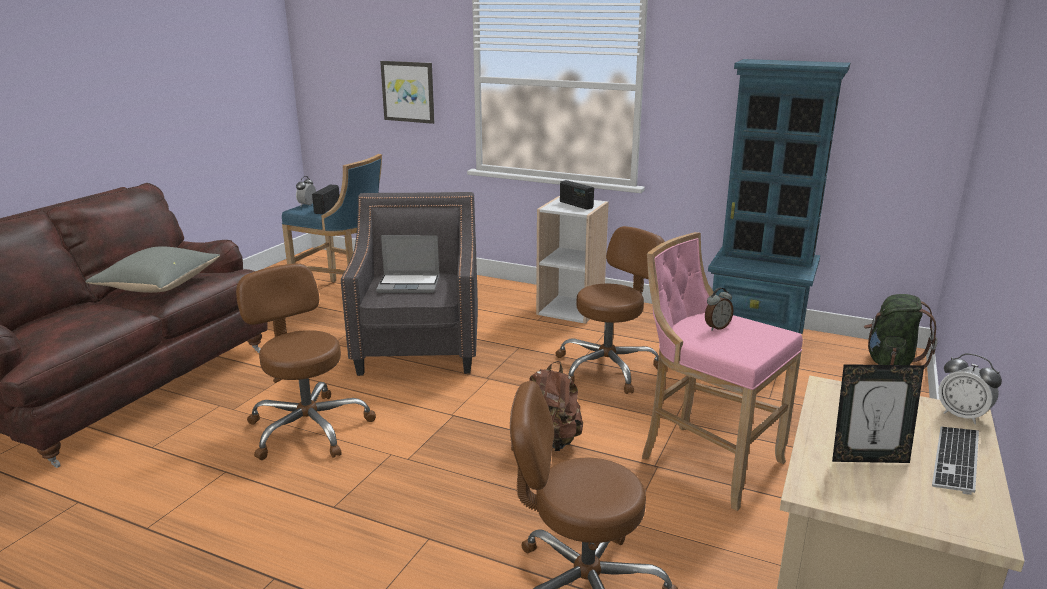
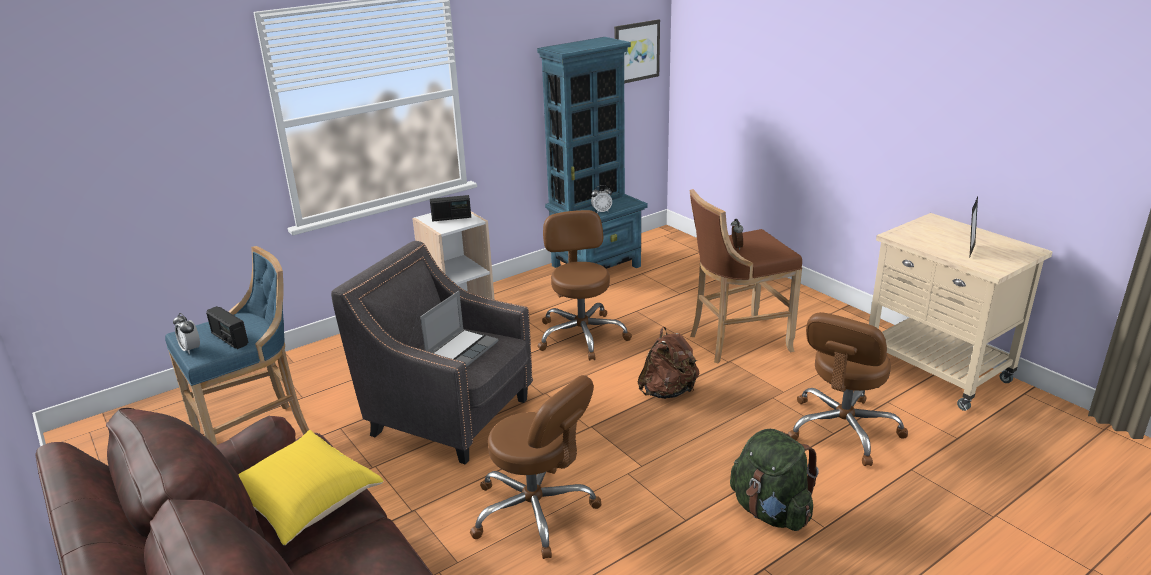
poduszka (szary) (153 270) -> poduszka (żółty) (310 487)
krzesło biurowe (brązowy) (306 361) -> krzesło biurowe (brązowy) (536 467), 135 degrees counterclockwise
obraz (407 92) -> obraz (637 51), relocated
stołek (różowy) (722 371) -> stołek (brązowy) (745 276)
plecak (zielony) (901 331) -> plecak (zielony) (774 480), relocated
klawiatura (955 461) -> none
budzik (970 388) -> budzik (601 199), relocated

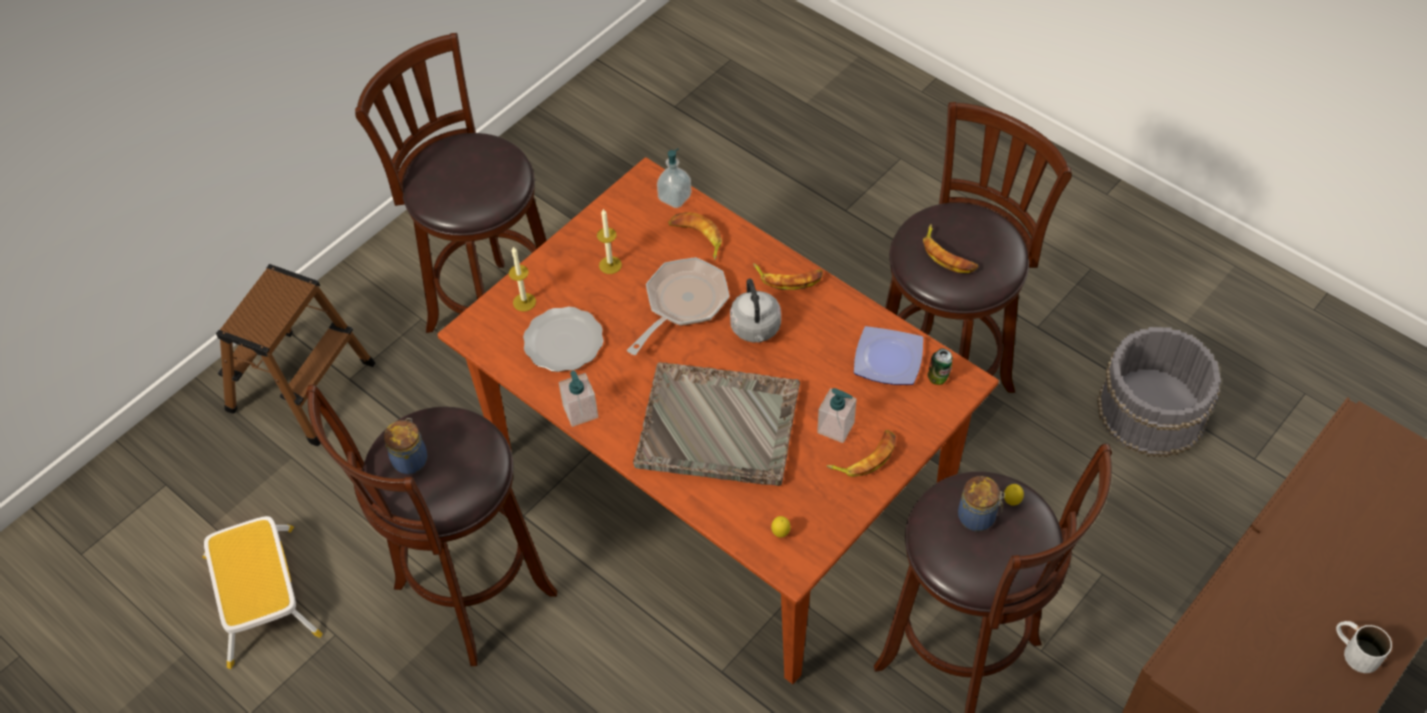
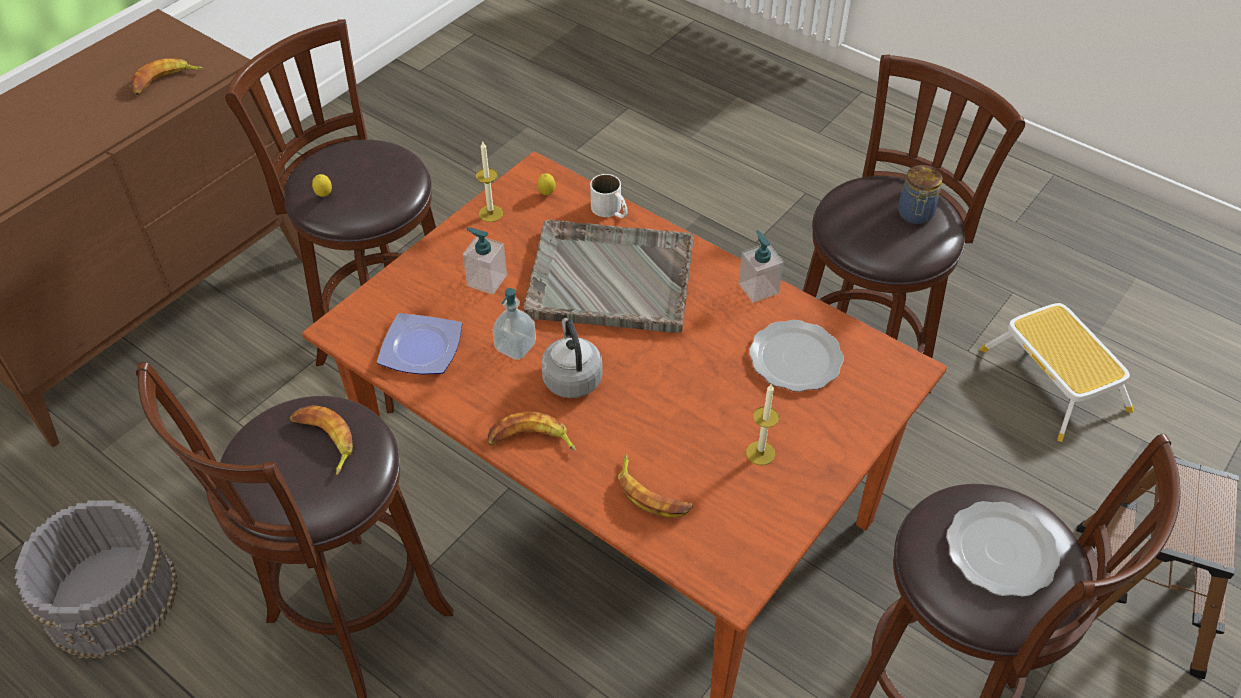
świeca (522 279) -> świeca (489 182), relocated
patelnia (678 306) -> none
dozownik mydła (674 178) -> dozownik mydła (514 324), relocated
banan (861 453) -> banan (167 76), relocated
puszka (939 366) -> none
słoik (981 504) -> none
kubek (biały) (1364 647) -> kubek (biały) (609 196), relocated
none -> talerz (1003 549)

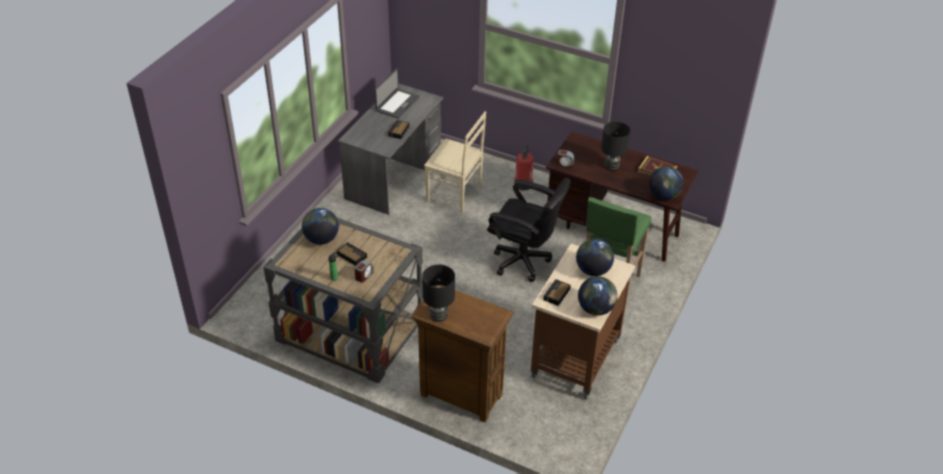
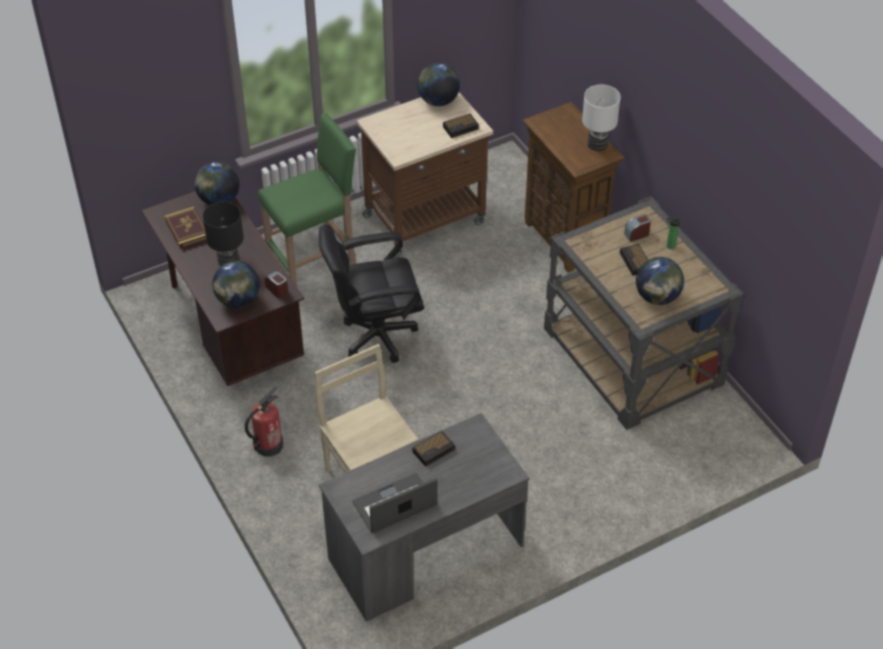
lampa stołowa (czarny) (438 293) -> lampa stołowa (biały) (601 118)
krzesło biurowe (czarny) (529 230) -> krzesło biurowe (czarny) (371 293), 75 degrees counterclockwise
globus (595 257) -> globus (236 284), relocated

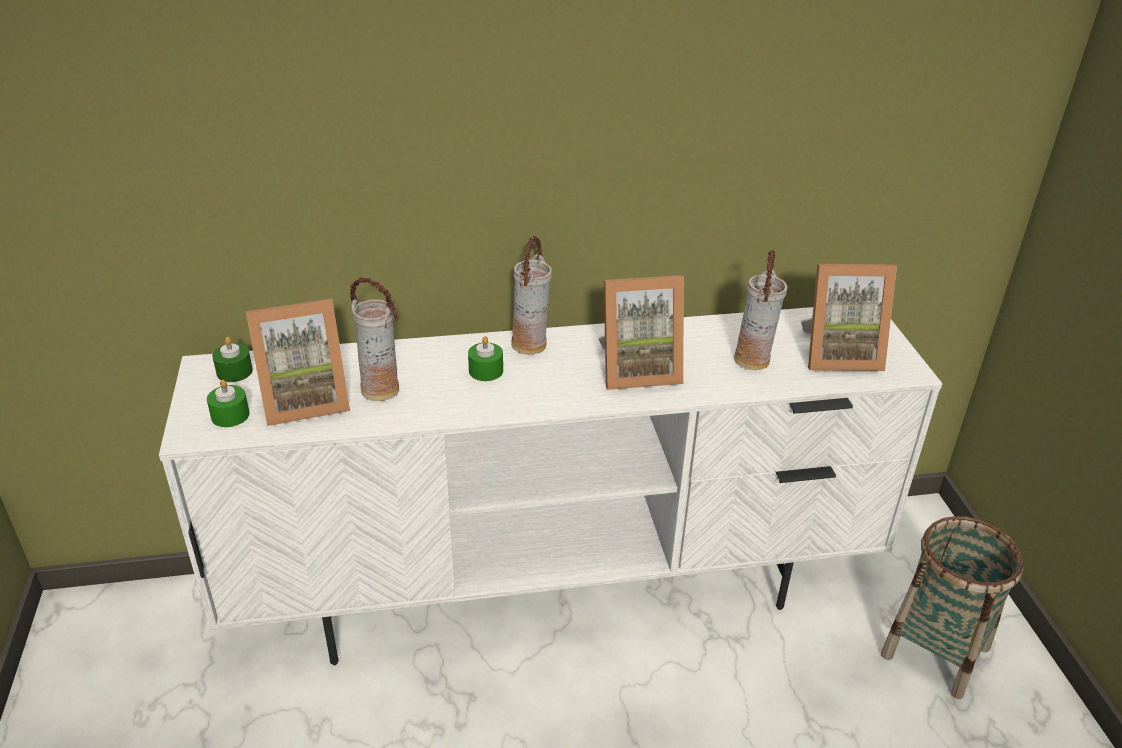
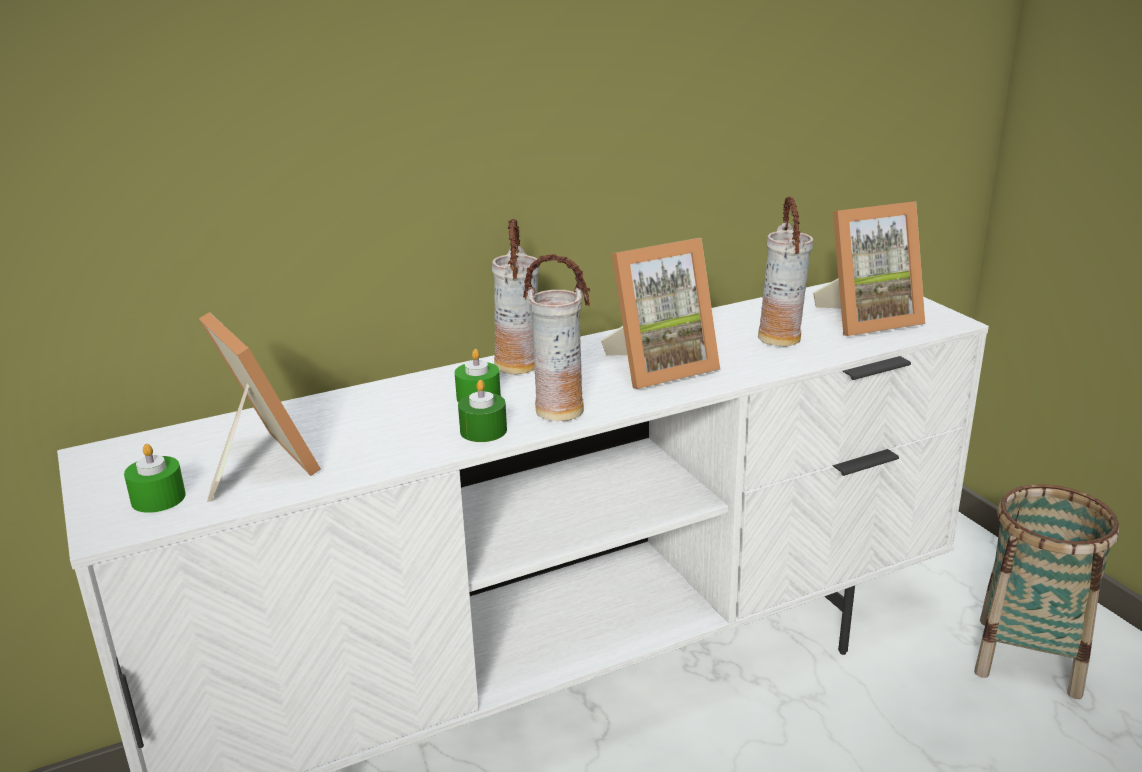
świeca (zielony) (232 359) -> świeca (zielony) (482 411), relocated
ramka na zdjęcie (298 362) -> ramka na zdjęcie (260 407), 90 degrees counterclockwise
wazon (374 339) -> wazon (556 337), relocated

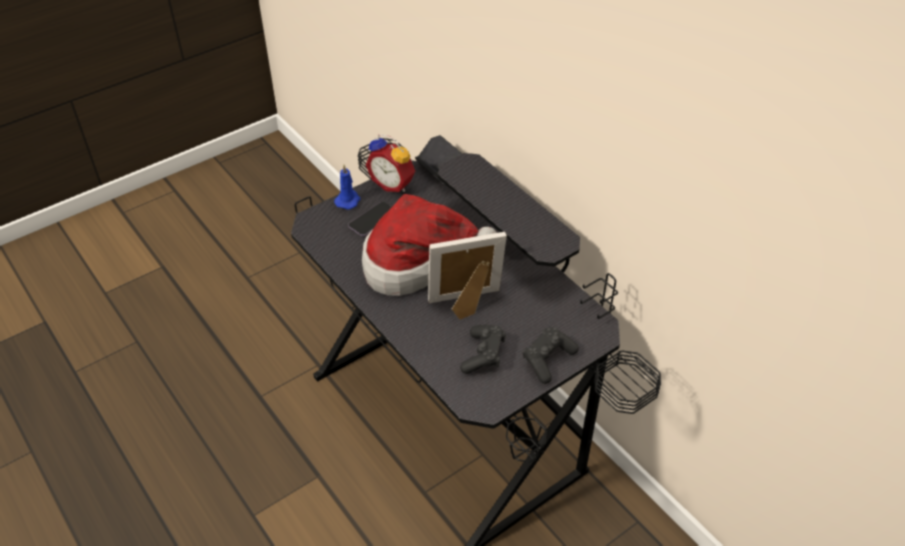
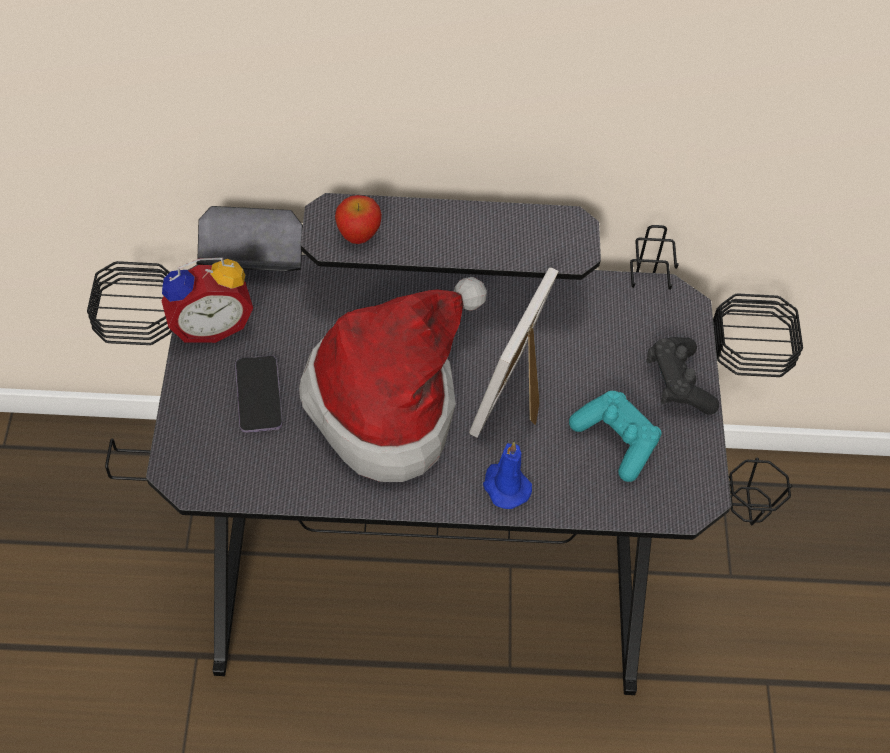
świeca (niebieski) (347 187) -> świeca (niebieski) (507 475), relocated
pad do gier (czarny) (483 349) -> pad do gier (turkusowy) (615 436)
none -> jabłko (358 219)

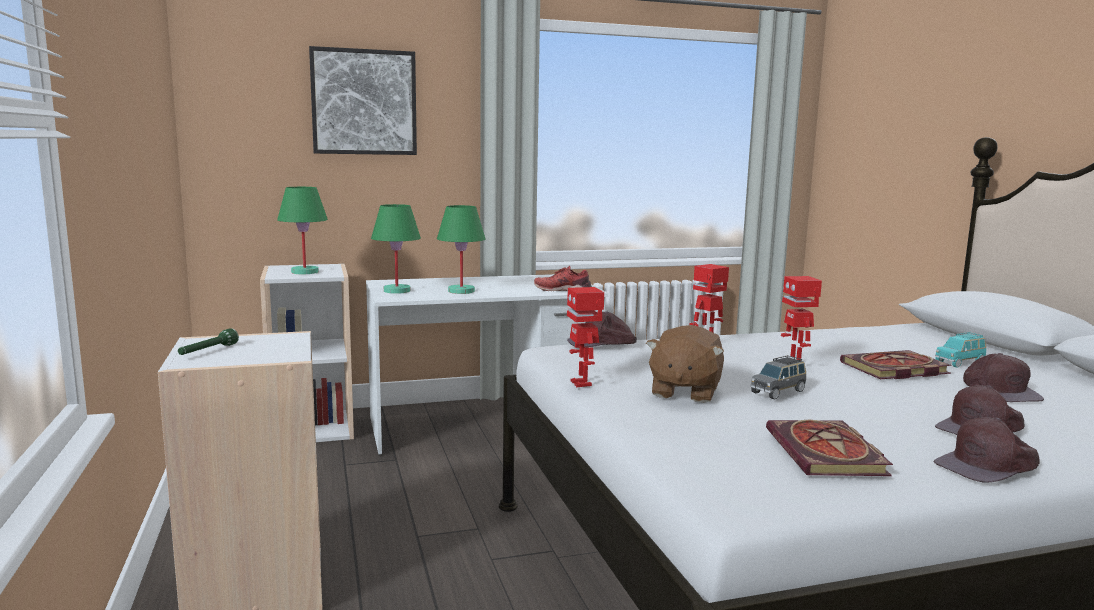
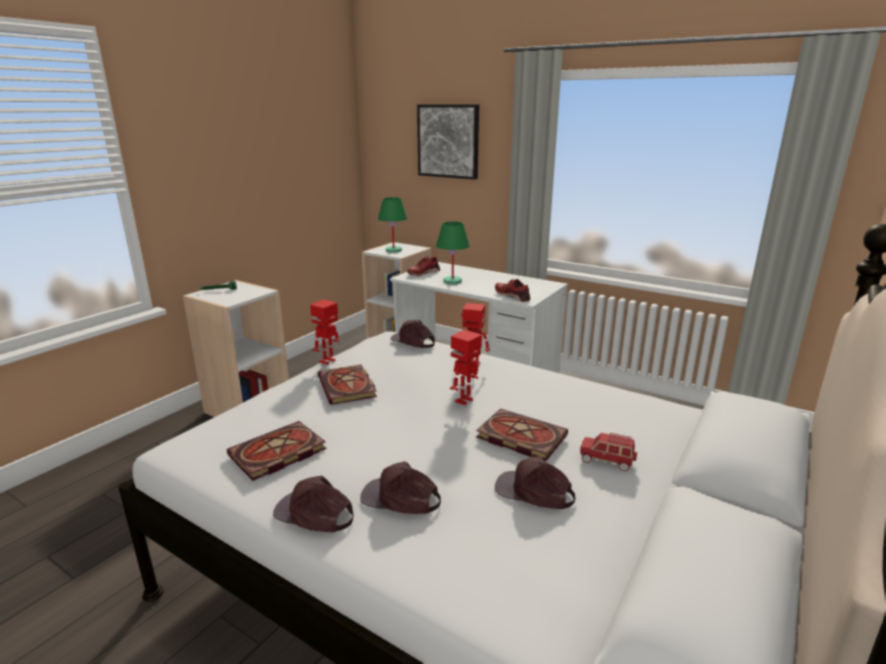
lampa stołowa (zielony) (396 249) -> but (czerwony) (423 266)
pluszak (brązowy) (685 364) -> książka (347 384)
samochodzik (szary) (778 377) -> none
samochodzik (turkusowy) (960 350) -> samochodzik (czerwony) (608 452)
czapka z daszkiem (brązowy) (1003 377) -> czapka z daszkiem (brązowy) (535 482), 75 degrees clockwise

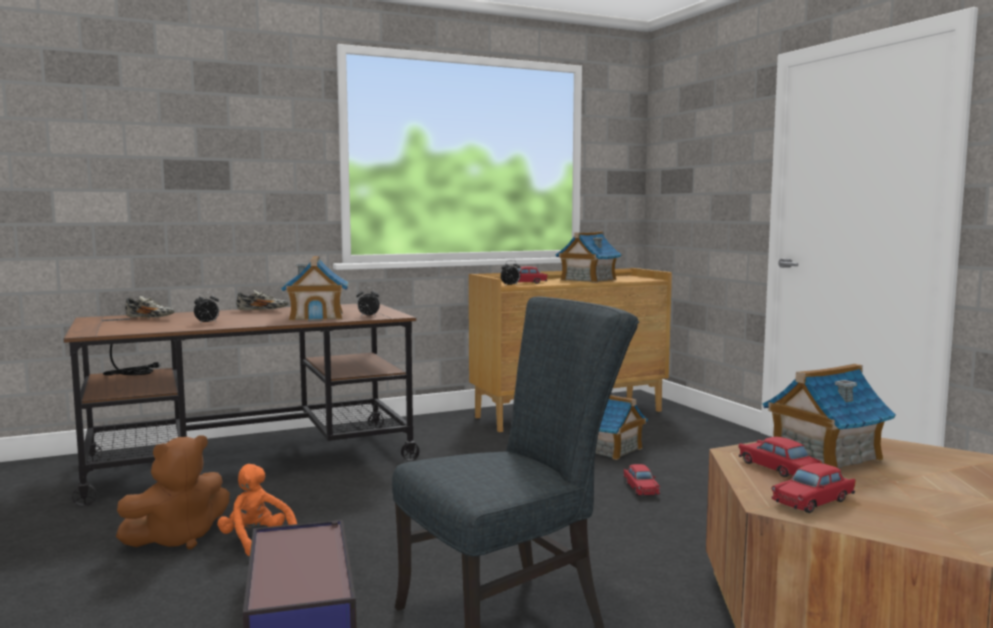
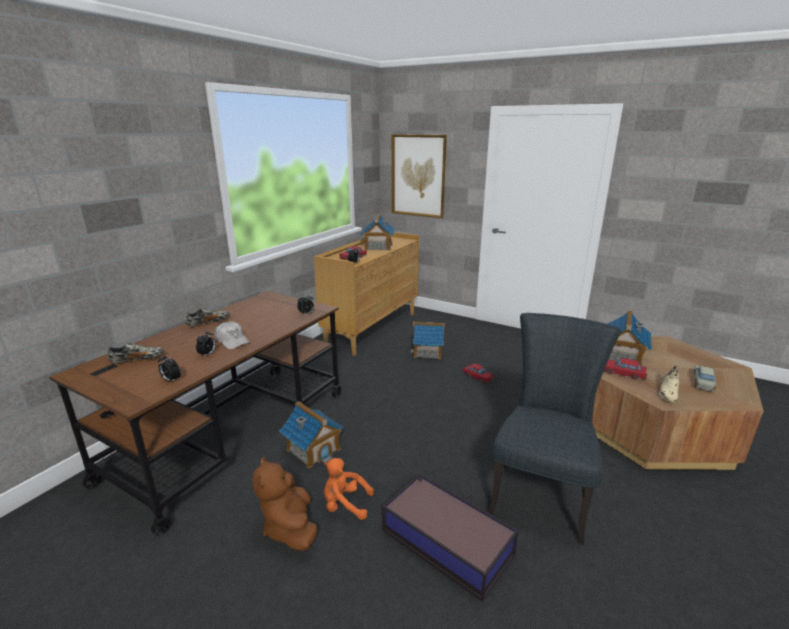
pluszak (brązowy) (173 492) -> pluszak (brązowy) (285 503), 150 degrees clockwise
domek (314 288) -> domek (311 434), relocated
samochodzik (czerwony) (813 488) -> but (beżowy) (668 384)
none -> budzik (169 368)
none -> czapka z daszkiem (biały) (232 335)
none -> obraz (419 176)
none -> samochodzik (beżowy) (705 378)

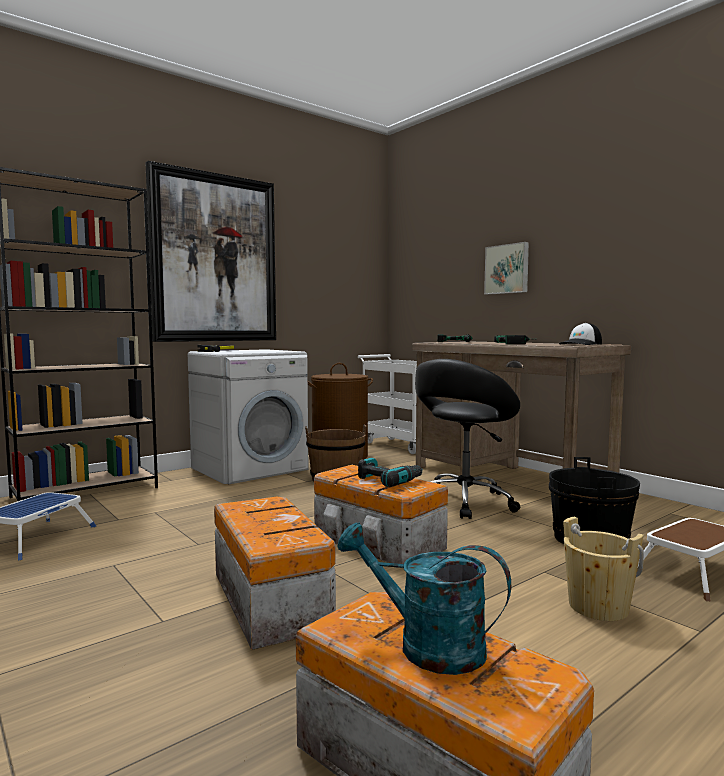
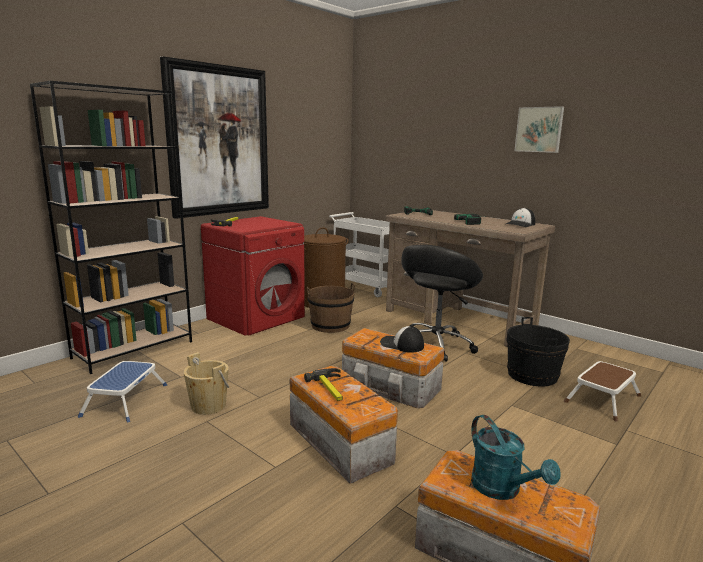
pralka (biały) (248 416) -> pralka (czerwony) (253 276)
konewka (turkusowy) (424 599) -> konewka (turkusowy) (515 457), 135 degrees counterclockwise
wiertarka (390 472) -> czapka z daszkiem (402 339)
obraz (506 268) -> obraz (539 129), relocated
wiadro (beżowy) (603 569) -> wiadro (beżowy) (206 383), relocated
none -> młotek (323 384)

